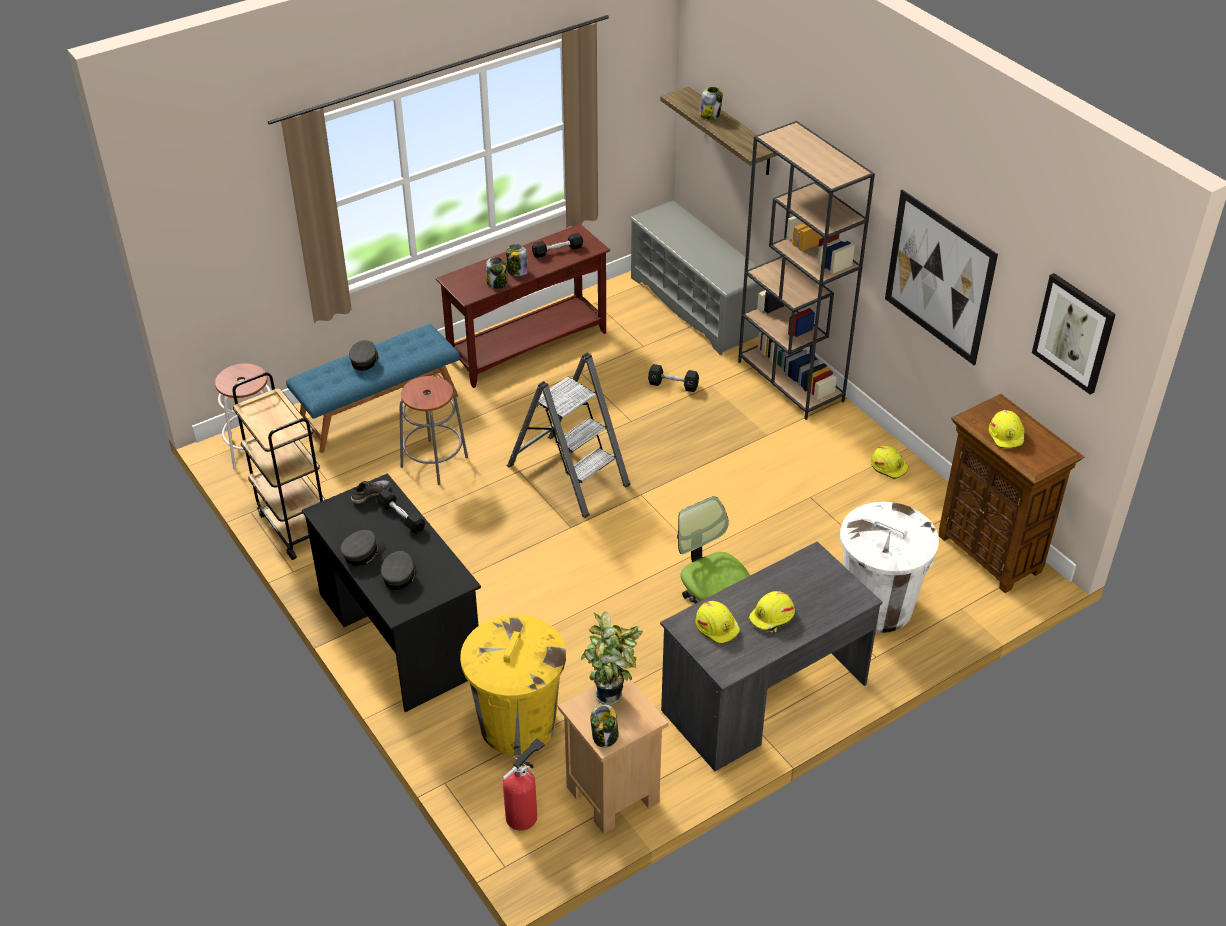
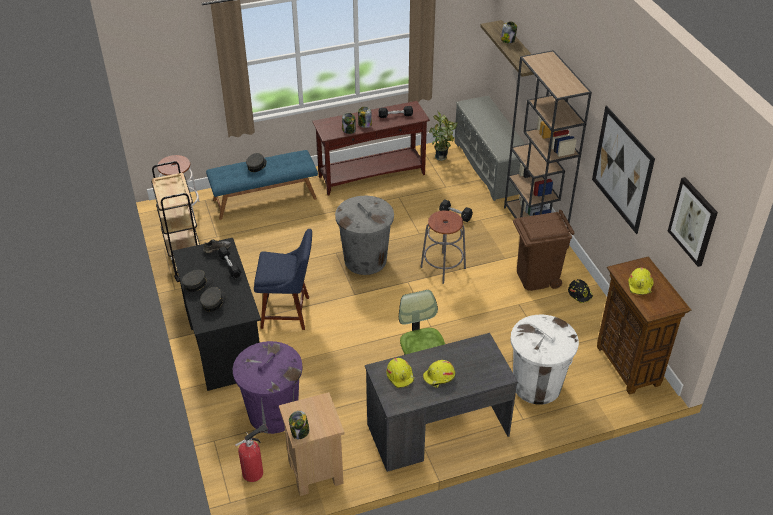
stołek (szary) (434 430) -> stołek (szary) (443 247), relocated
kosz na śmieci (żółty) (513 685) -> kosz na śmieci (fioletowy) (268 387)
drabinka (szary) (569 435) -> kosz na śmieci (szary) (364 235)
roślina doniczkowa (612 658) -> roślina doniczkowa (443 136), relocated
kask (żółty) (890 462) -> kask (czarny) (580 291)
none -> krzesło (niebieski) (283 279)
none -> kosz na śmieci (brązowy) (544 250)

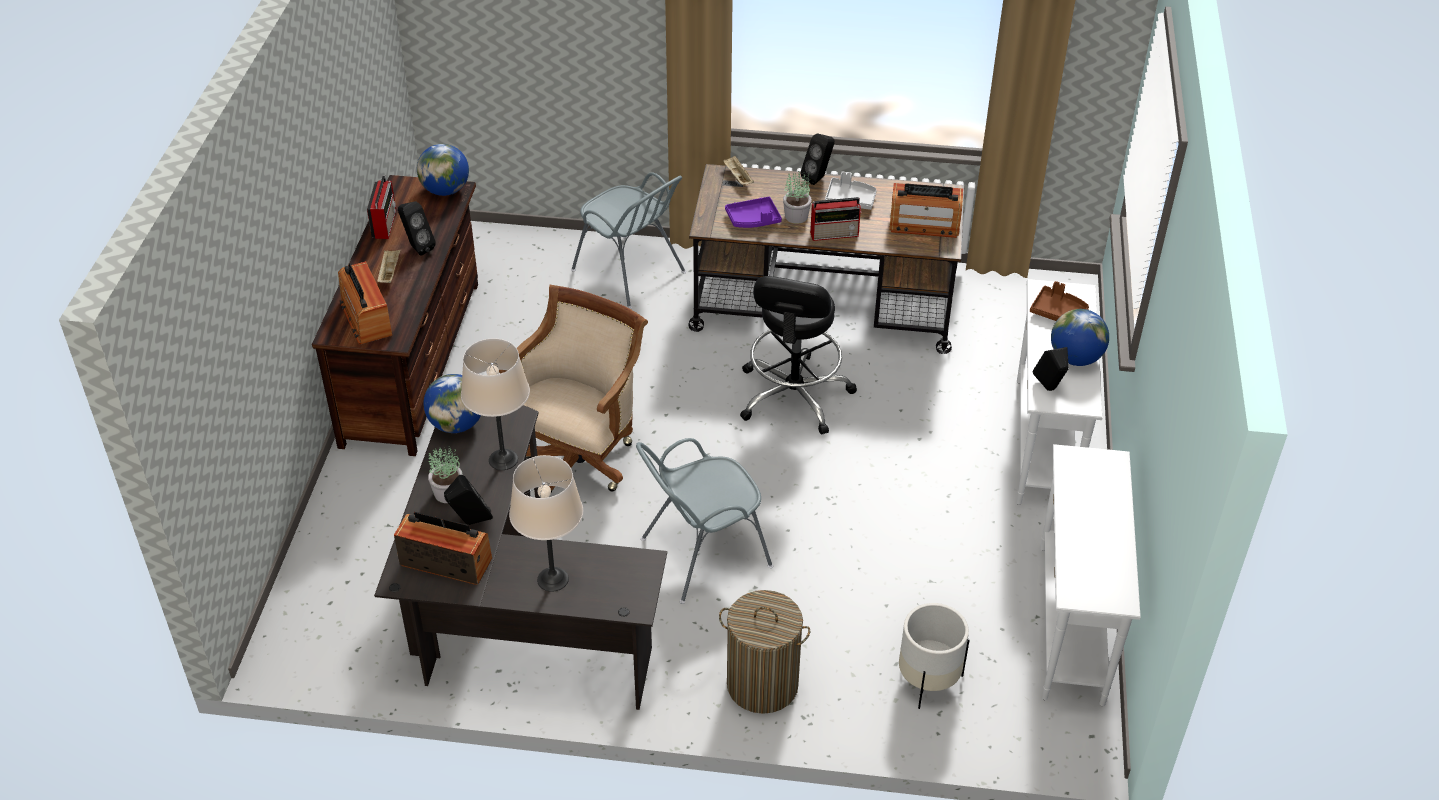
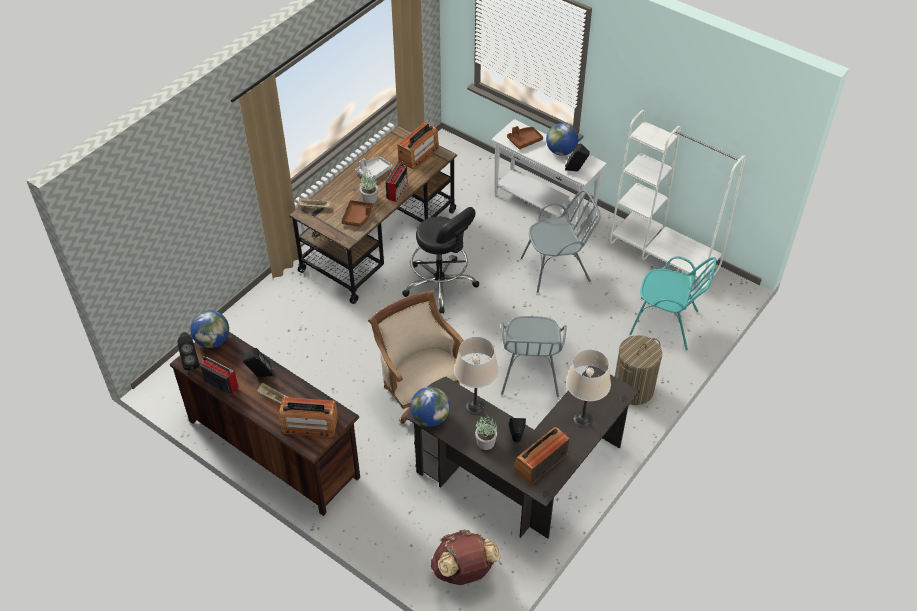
krzesło (szary) (628 240) -> krzesło (szary) (560 242), relocated
taca (fioletowy) (753 212) -> taca (brązowy) (357 213)
głośnik (czarny) (817 159) -> głośnik (czarny) (188 351), relocated
donica (biały) (934 656) -> krzesło (turkusowy) (673 304)
stolik konsolowy (biały) (1090 575) -> wieszak (biały) (677 200)
none -> plecak (brązowy) (465 557)

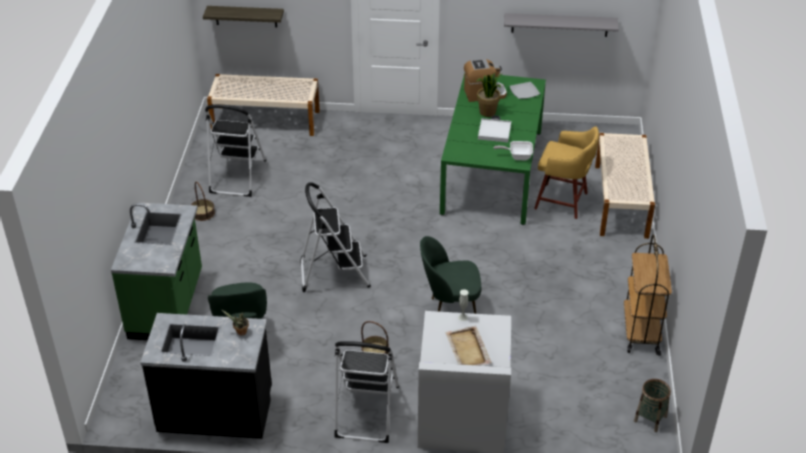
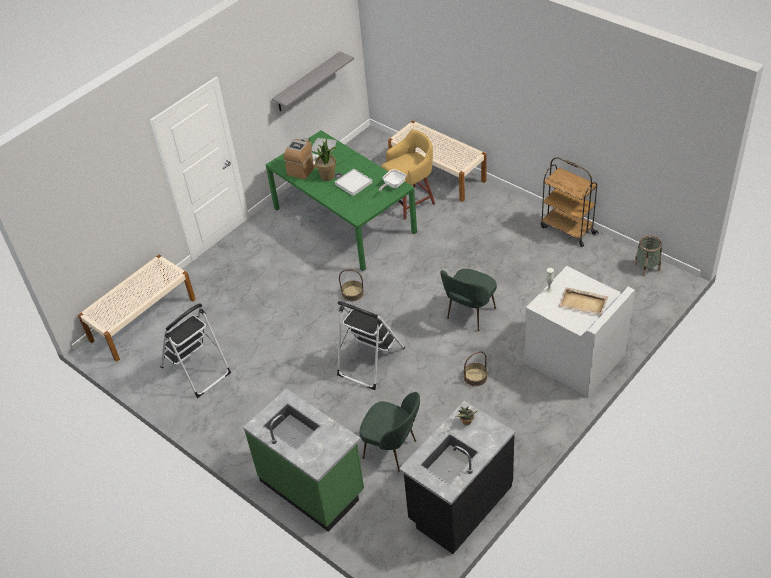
koszyk (203 201) -> koszyk (351 285), relocated
półka (243 16) -> none
drabinka (366 392) -> none

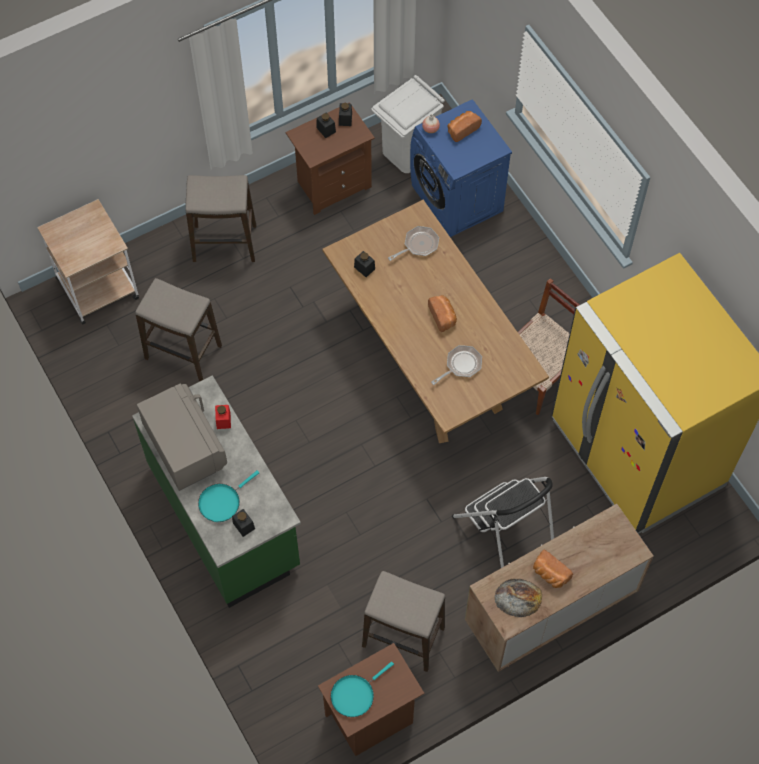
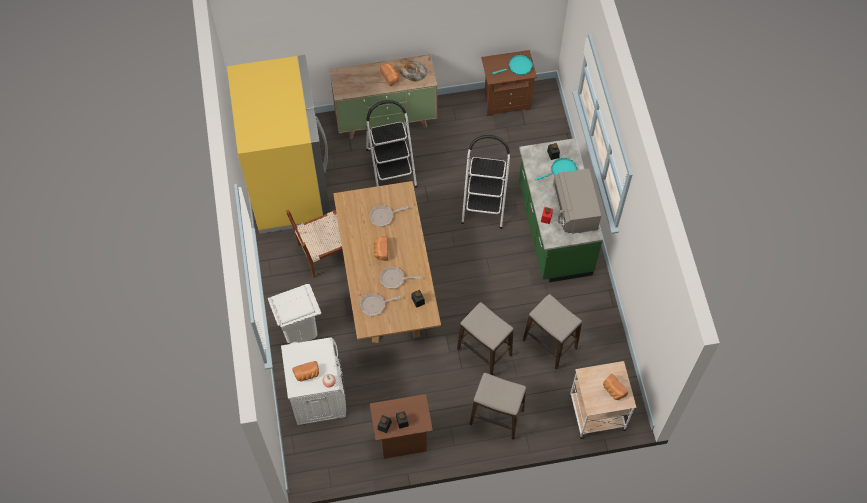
stołek (403 621) -> stołek (485 338), relocated
kosz na śmieci (biały) (408 124) -> kosz na śmieci (biały) (294 314), relocated
pralka (niebieski) (461 168) -> pralka (biały) (313 381)
none -> patelnia (400 277)
none -> drabinka (485 182)
none -> chleb (615 387)

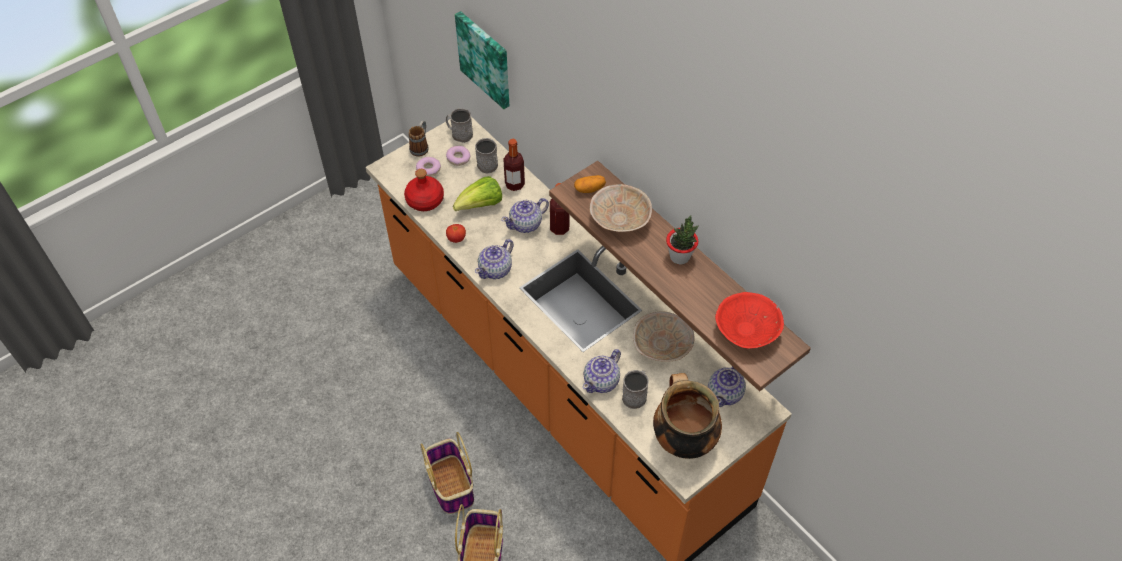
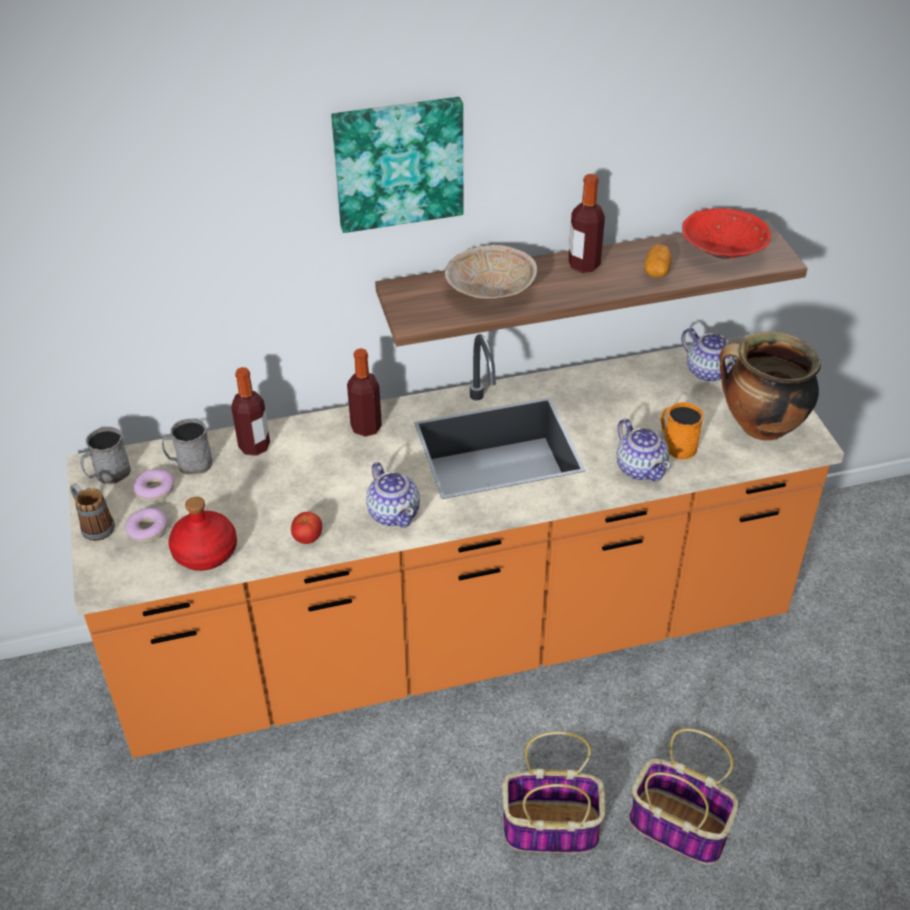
sałata (477 193) -> none
obraz (482 60) -> obraz (397 165), relocated
imbryk (525 215) -> none
ziemniak (590 184) -> ziemniak (658 261), relocated
kubek (szary) (635 389) -> kubek (pomarańczowy) (682 431)
miska (beżowy) (664 336) -> none
roślina doniczkowa (682 240) -> butelka (586 223)

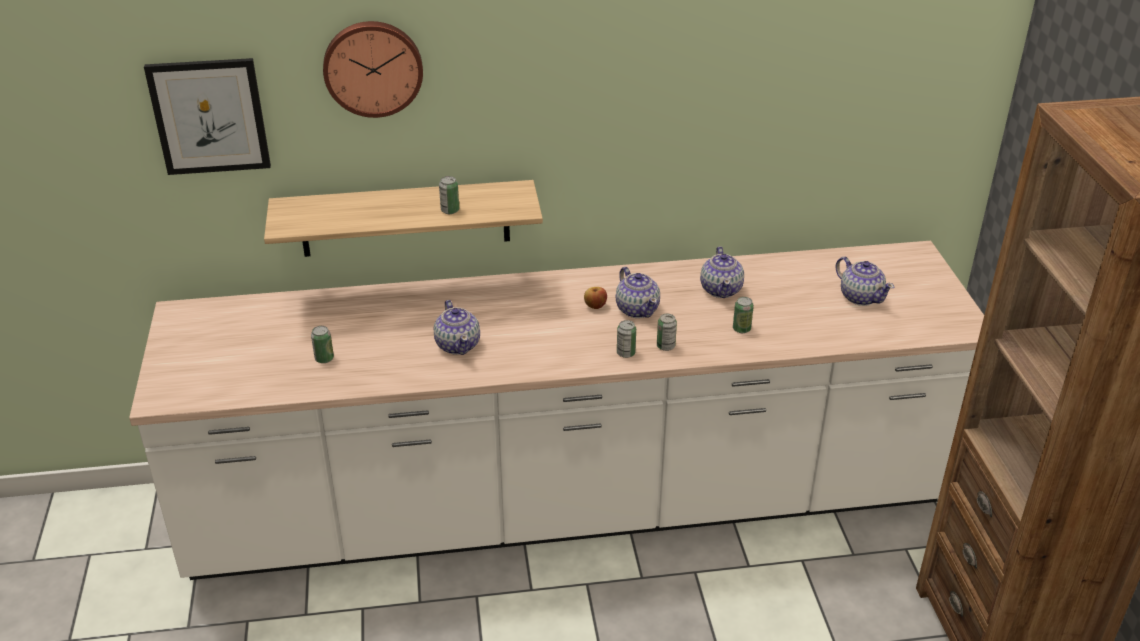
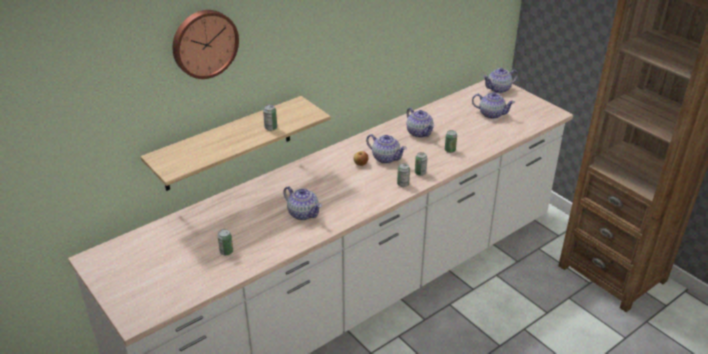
obraz (207 116) -> none
none -> imbryk (500 80)

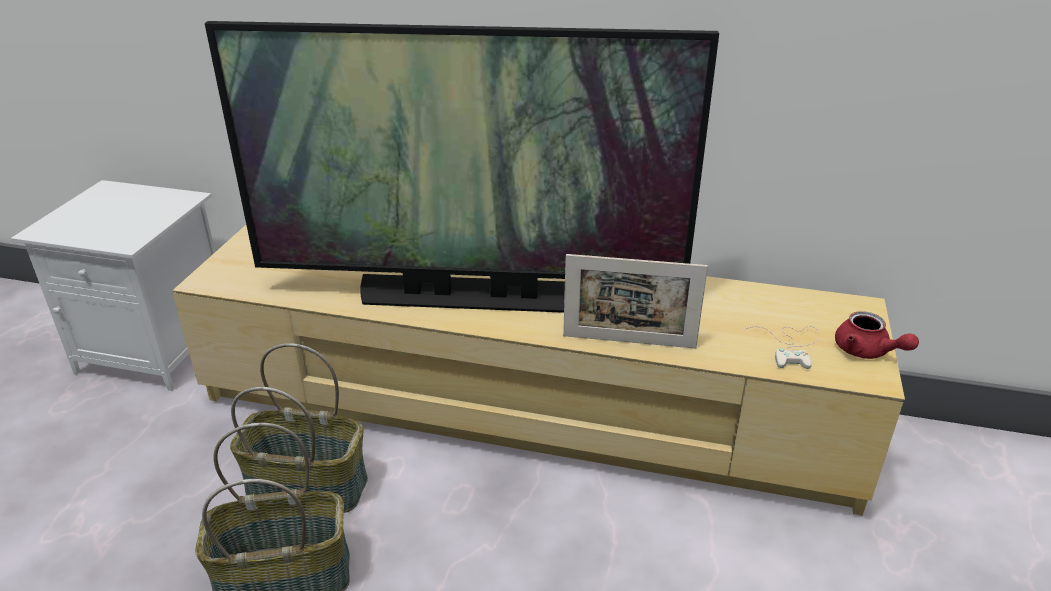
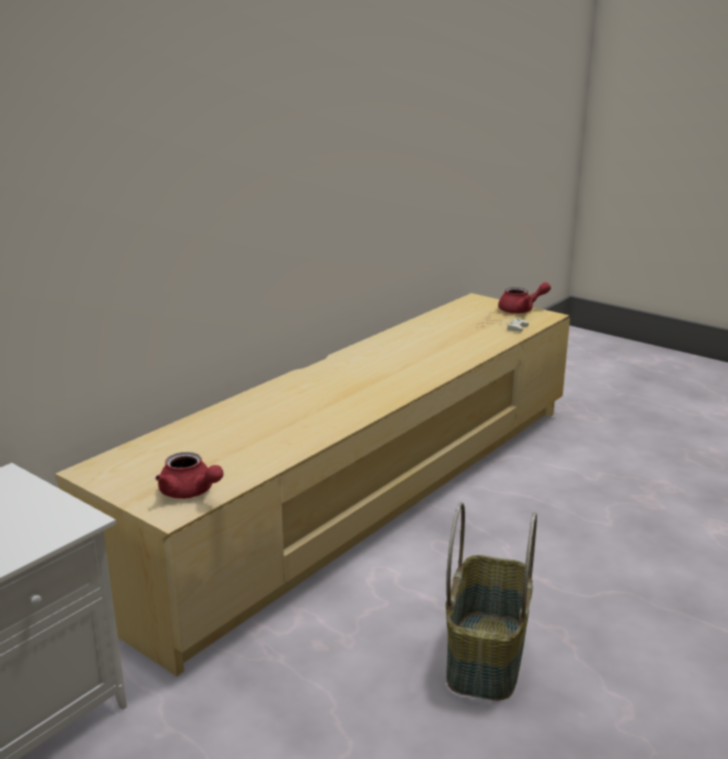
telewizor (462 167) -> none
koszyk (299 428) -> none
ramka na zdjęcie (635 301) -> none
none -> imbryk (czerwony) (189 475)

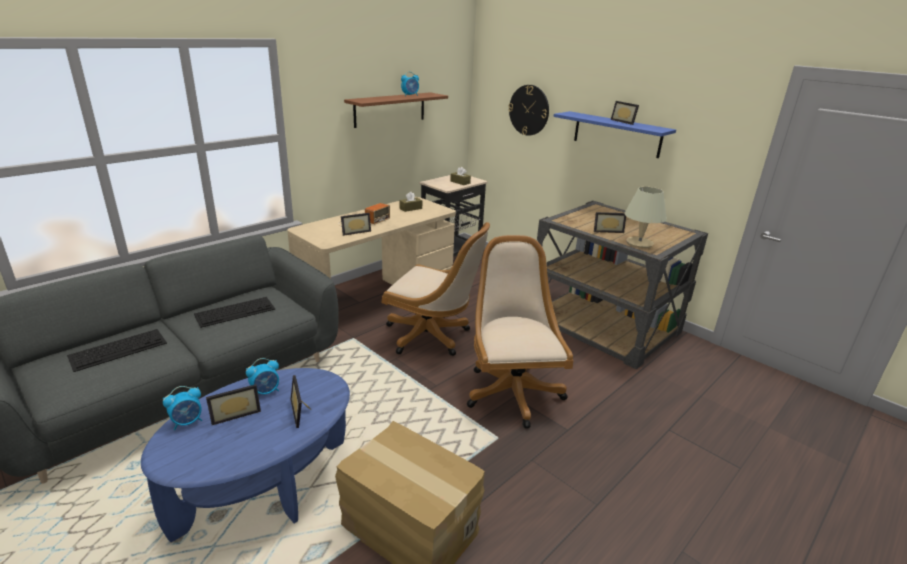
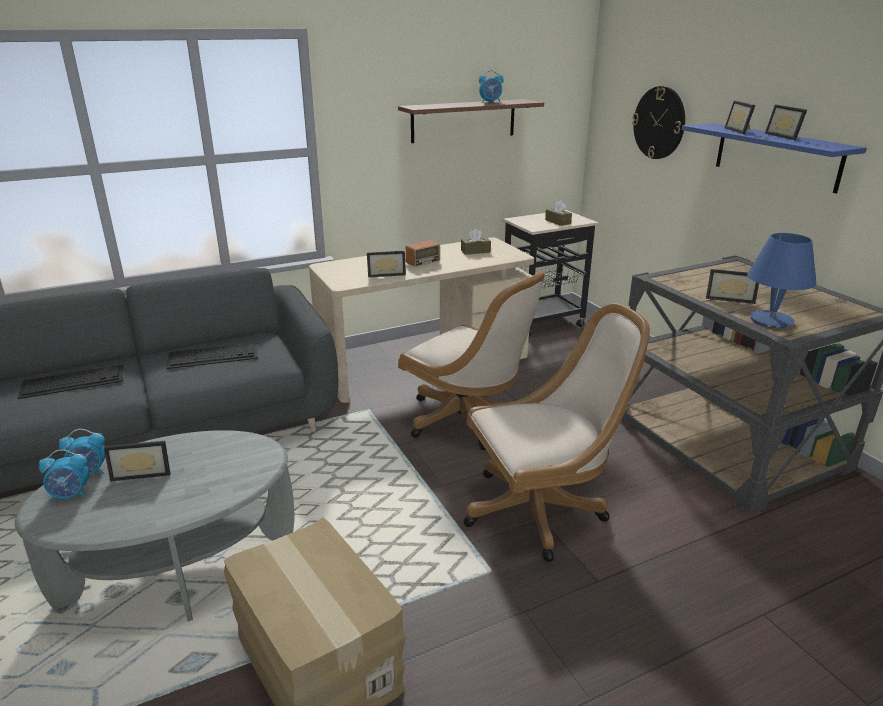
ława (niebieski) (245 455) -> ława (szary) (155 525)
budzik (262 376) -> budzik (64 475), relocated
ramka na zdjęcie (301 401) -> ramka na zdjęcie (739 117), relocated
krzesło biurowe (520 332) -> krzesło biurowe (556 432), 60 degrees clockwise
lampa stołowa (beżowy) (645 217) -> lampa stołowa (niebieski) (782 281)

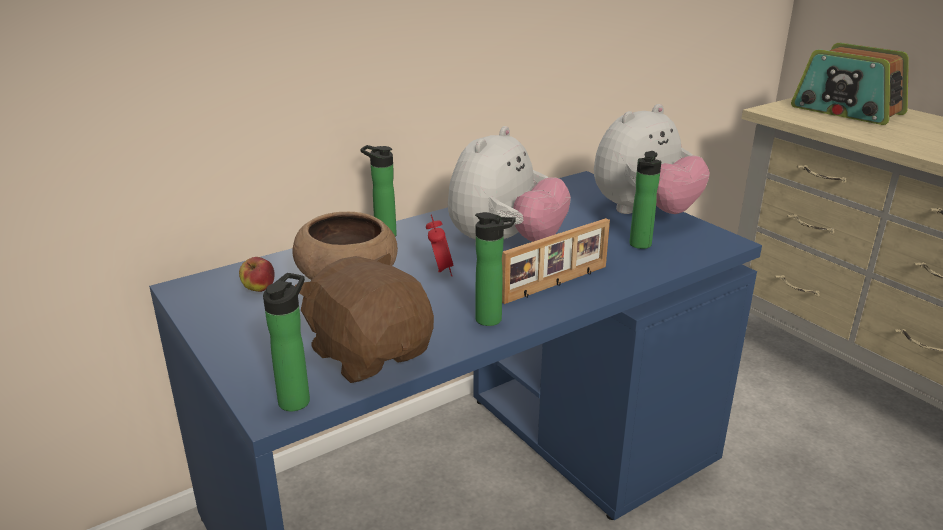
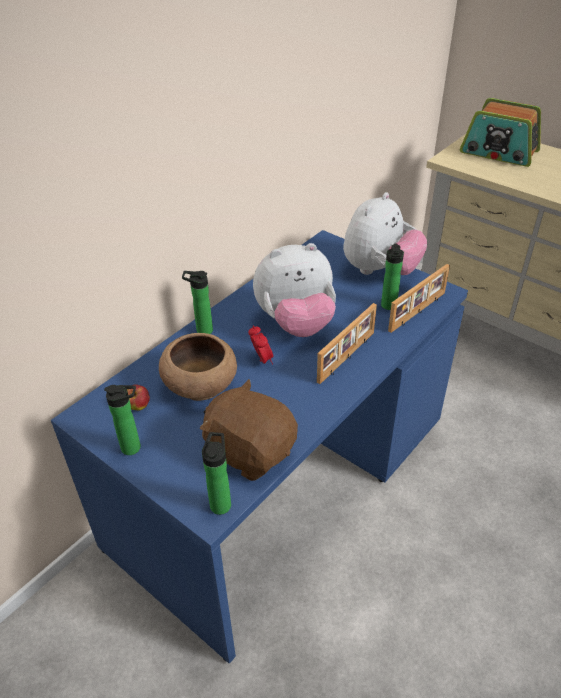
pluszak (509 186) -> pluszak (294 290), 60 degrees clockwise
butelka (495 269) -> butelka (122 420), relocated
none -> ramka na zdjęcie (419 298)

